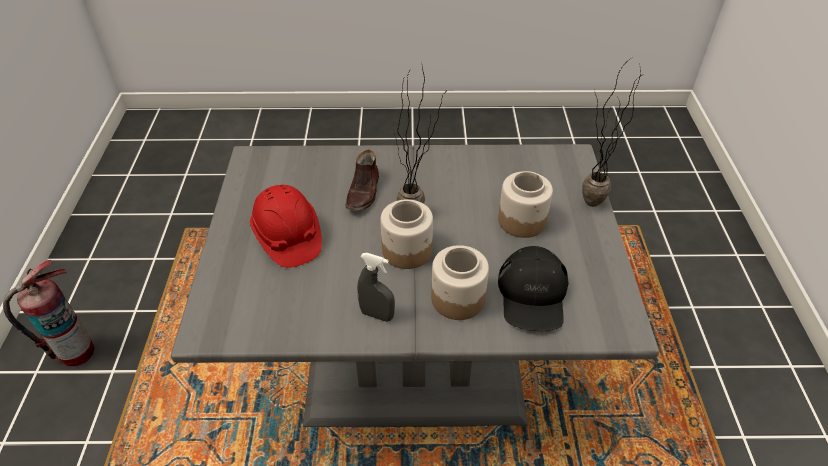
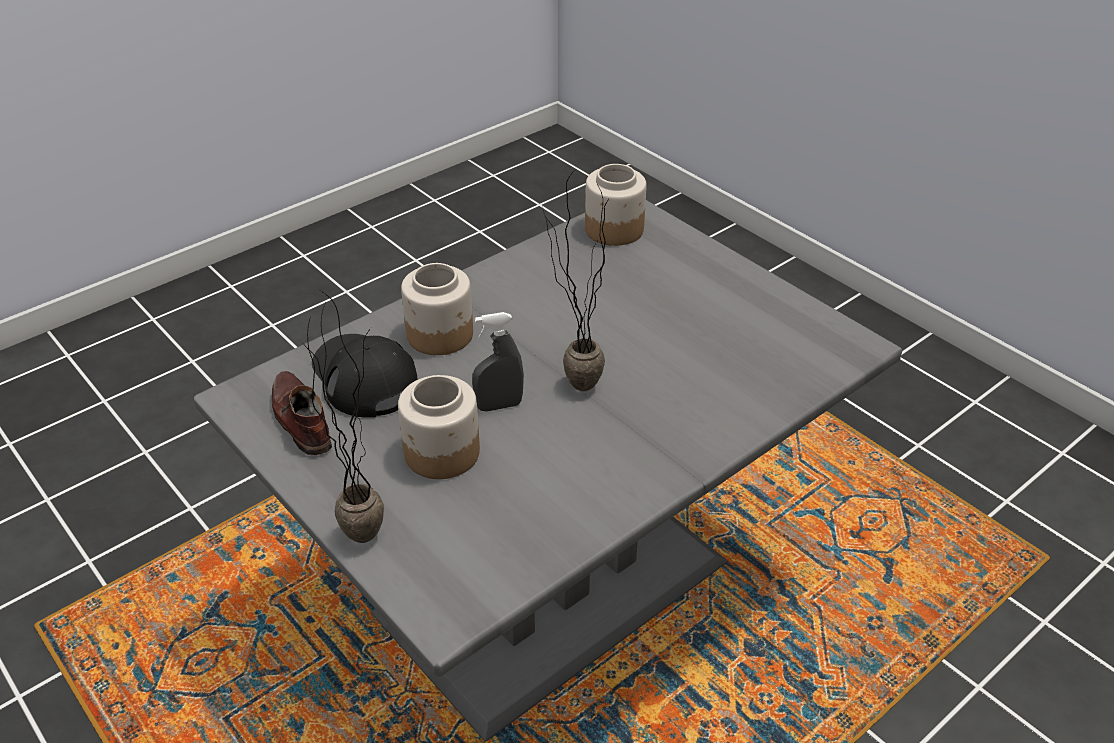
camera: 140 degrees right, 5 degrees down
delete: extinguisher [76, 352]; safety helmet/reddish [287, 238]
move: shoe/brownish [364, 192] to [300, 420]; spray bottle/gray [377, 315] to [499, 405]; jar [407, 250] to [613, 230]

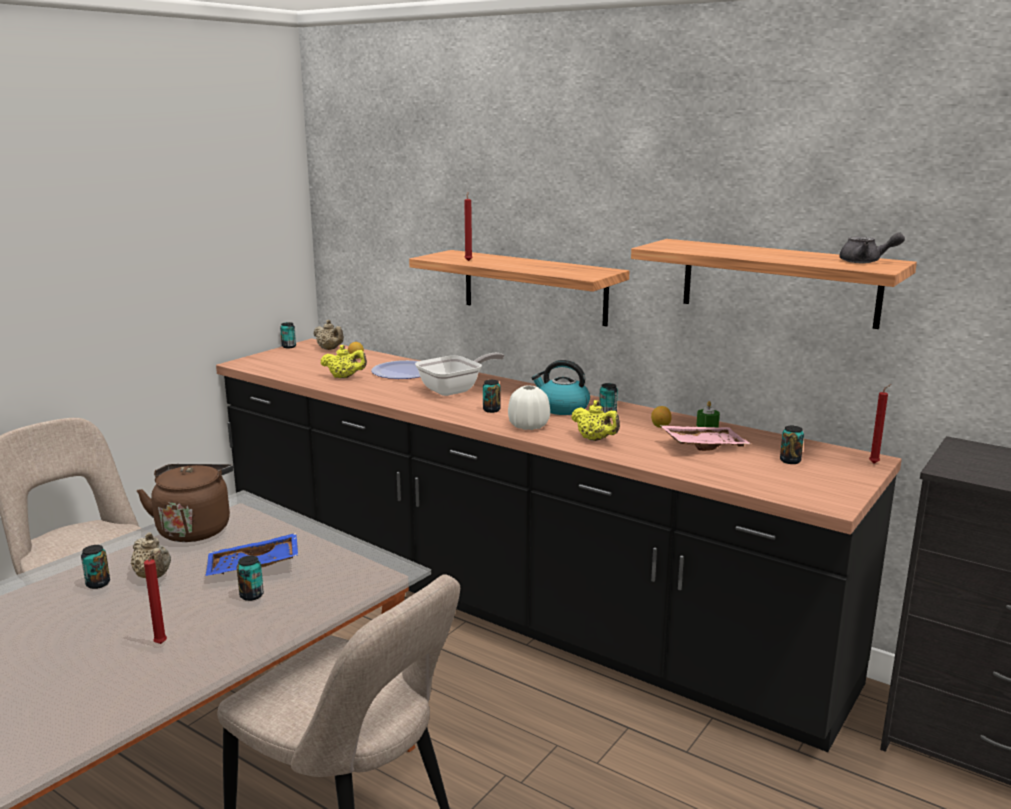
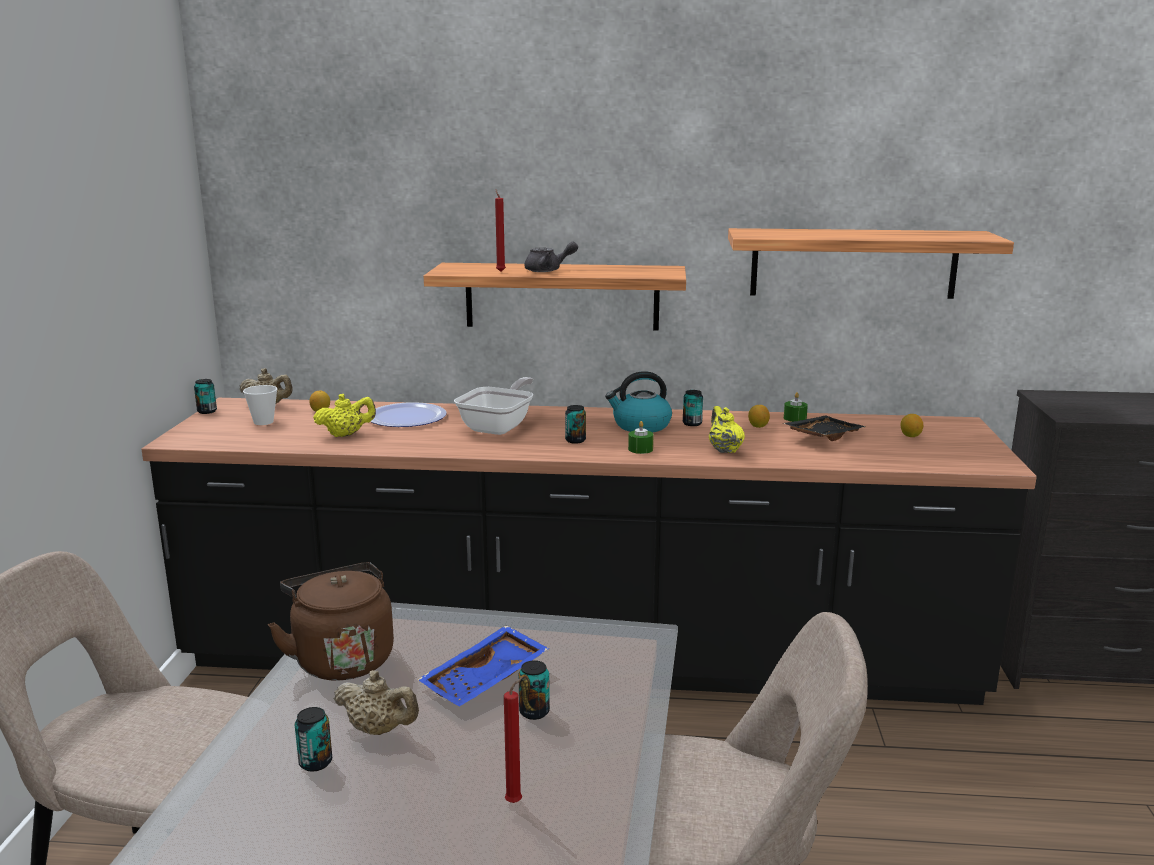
camera: 30 degrees left, 0 degrees up
delete: wax candle/reddish [875, 463]
insert: drinking cup [263, 422]
move: tea pot/gray [866, 262] to [548, 270]
replace: decorative vase/white-coloured [528, 426] to wax candle/green-coloured [640, 449]; metal can [790, 461] to whole lemon [910, 436]
recolor: carrying tray/pink [703, 445] to carrying tray/black-coloured [822, 436]
rotate: tea pot/yellowish [595, 439] = [724, 450] 120 degrees counterclockwise

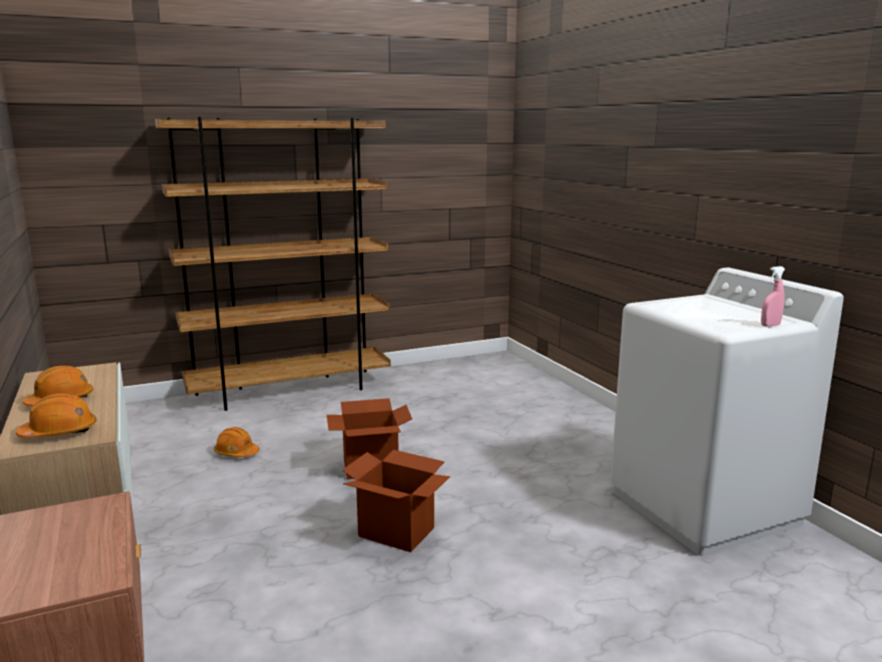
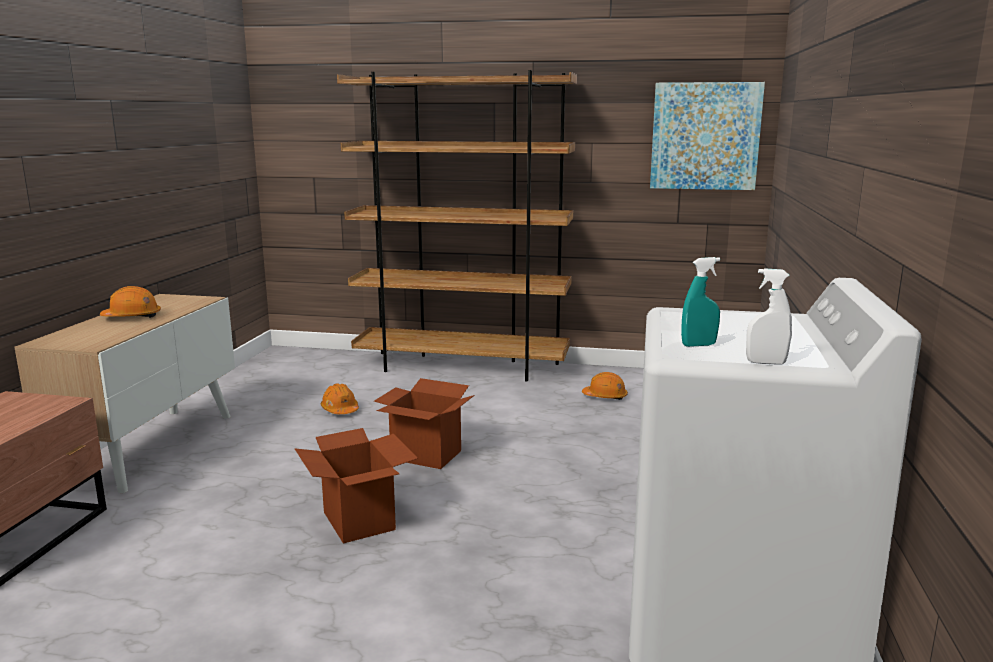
camera: 35 degrees right, 0 degrees up
insert: wall picture [705, 136]; spray bottle/turquoise-coloured [698, 345]
move: safety helmet/orange-coloured [59, 432] to [605, 396]
recolor: spray bottle/pink [770, 325] to spray bottle/white-coloured [766, 363]

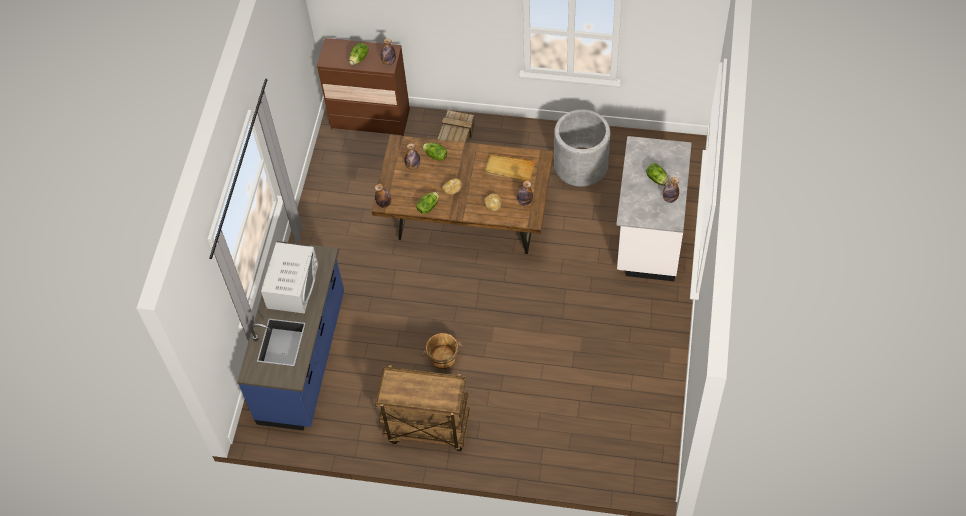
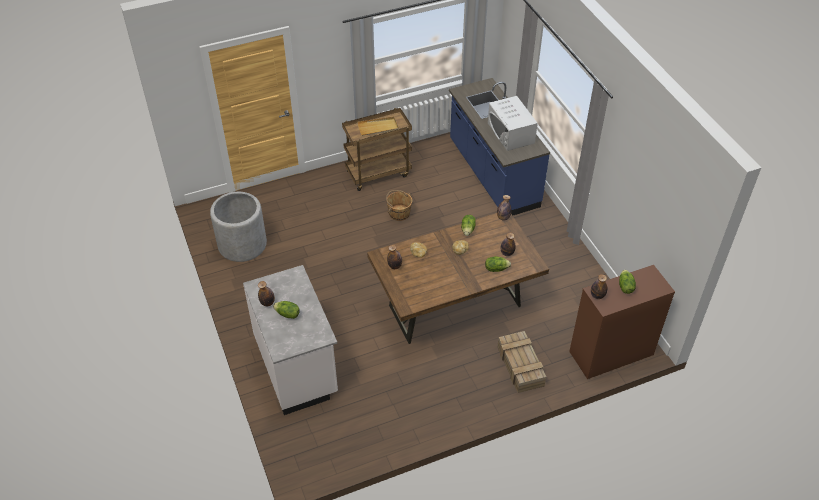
camera: 145 degrees right, 10 degrees down
move: carrying tray/sand-coloured [509, 169] to [378, 127]; planter/gray [581, 165] to [242, 244]

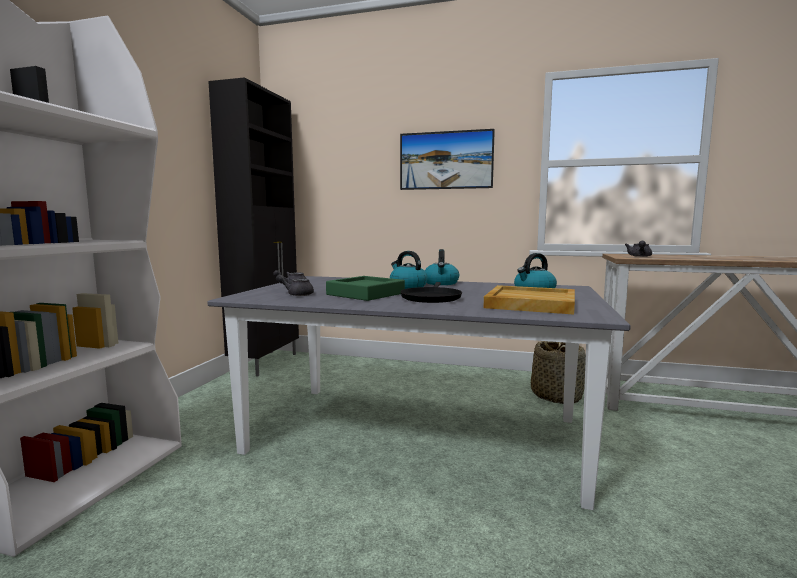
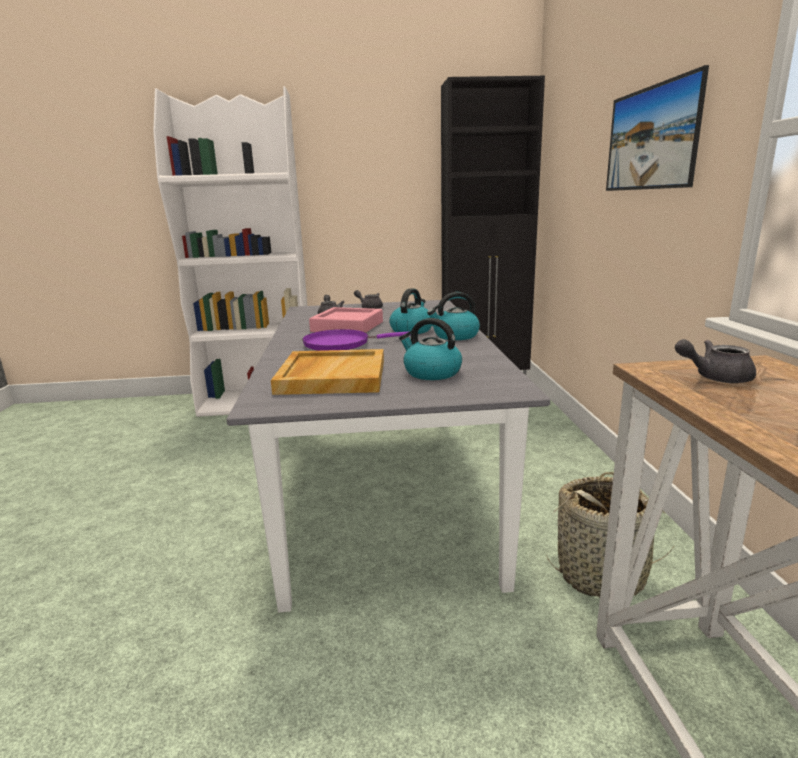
camera: 70 degrees right, 10 degrees up
recolor: carrying tray/green-coloured [365, 294] to carrying tray/pink [347, 327]; skillet/black-coloured [431, 298] to skillet/purplish [341, 344]

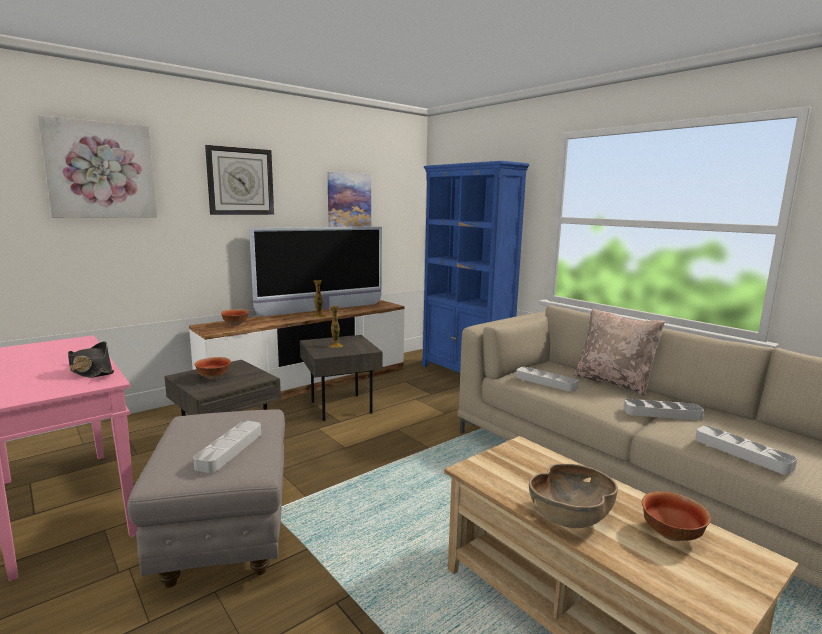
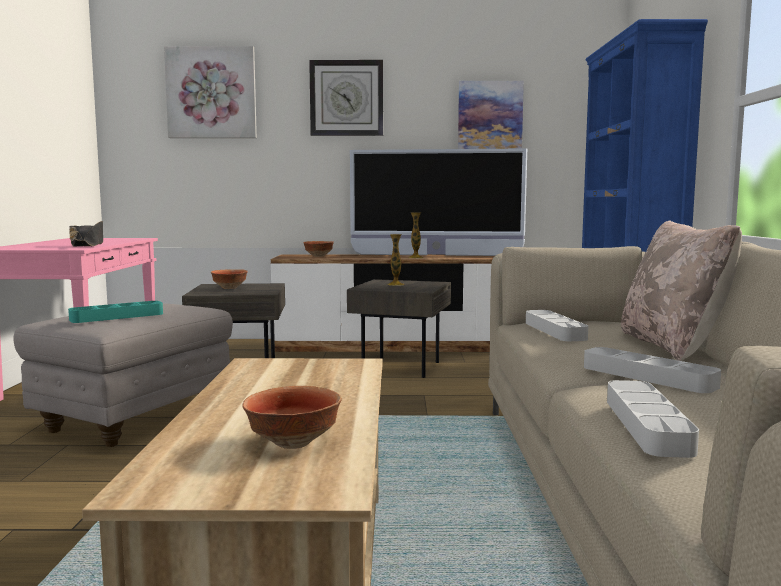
camera: 40 degrees right, 5 degrees down
delete: deep dish/brownish [570, 517]
recolor: carrying tray/gray [230, 449] to carrying tray/turquoise-coloured [117, 317]

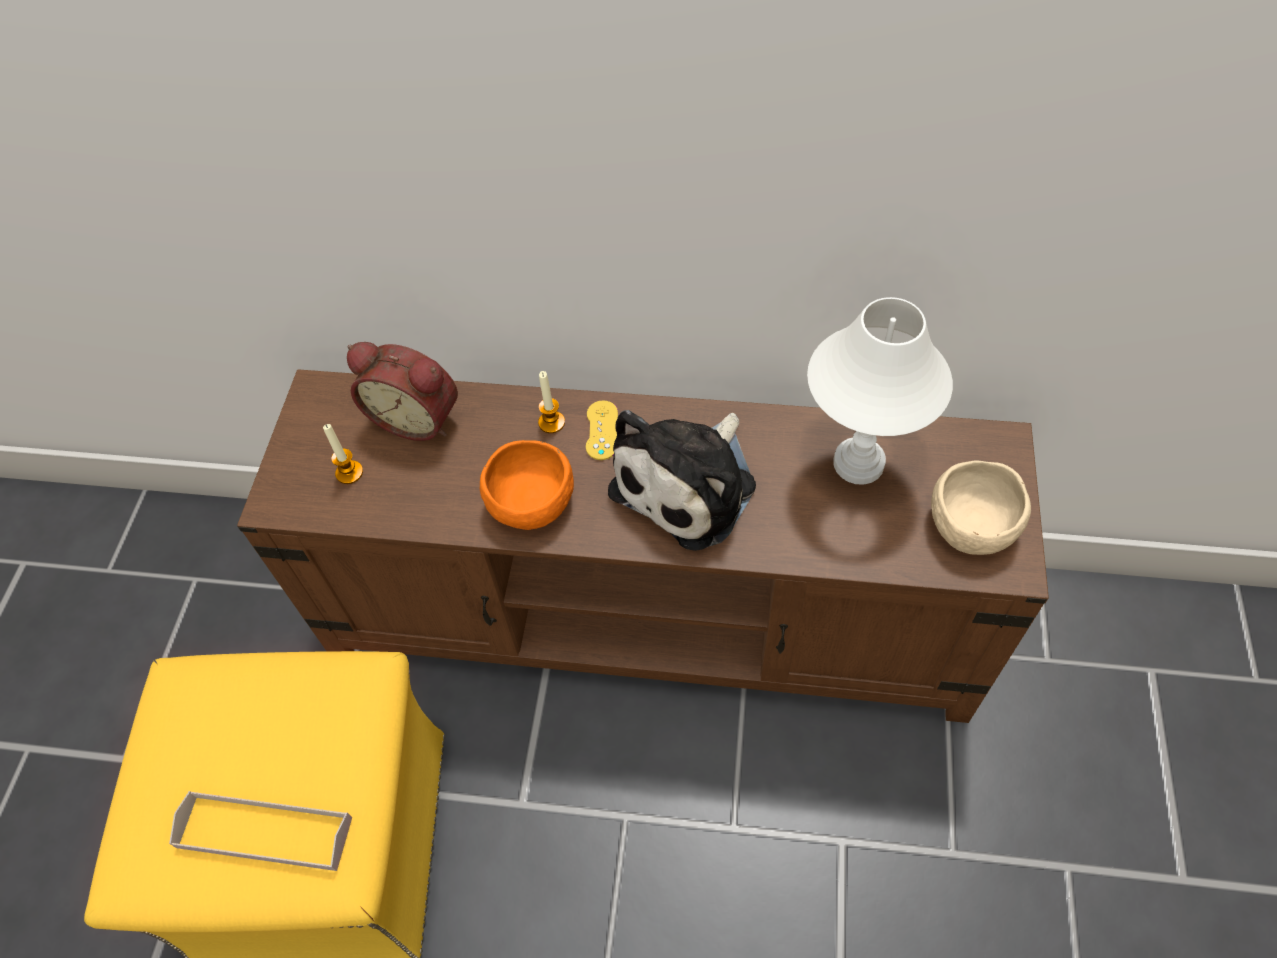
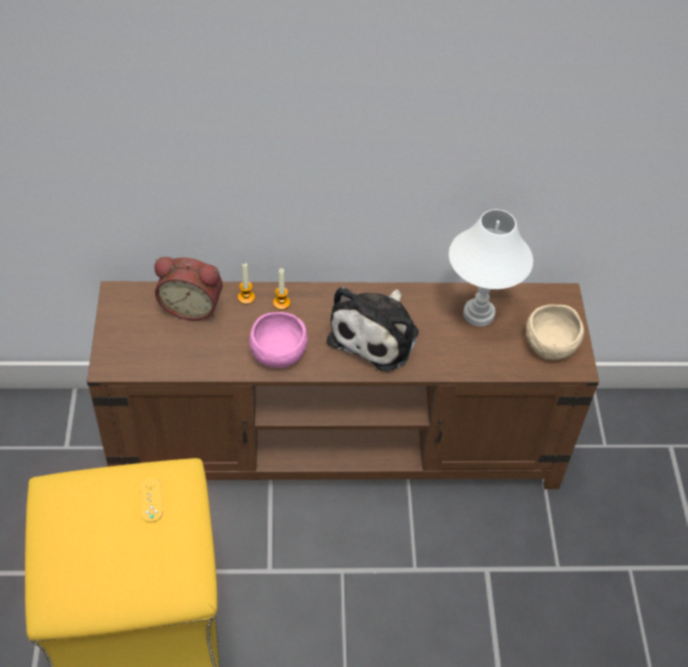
camera: 15 degrees left, 5 degrees down
delete: carrying tray/gray [264, 832]
move: wax candle [349, 472] to [246, 297]; gamepad/yellowish [602, 430] to [151, 500]
recolor: deep dish/orange-coloured [533, 500] to deep dish/pink [279, 351]

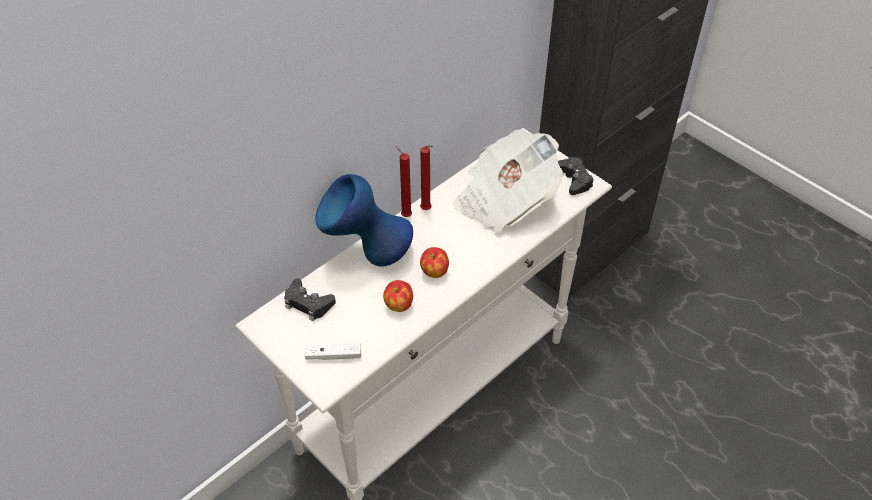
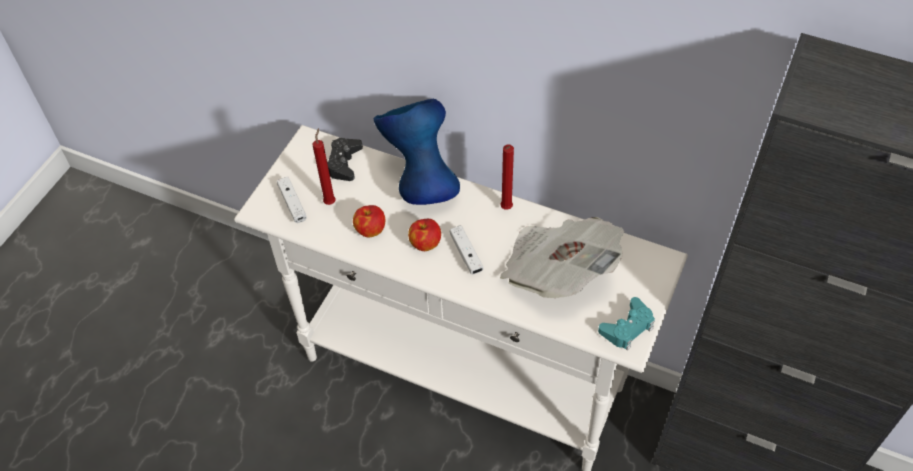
camera: 70 degrees right, 5 degrees up
insert: gamepad/white-coloured [466, 254]
move: wax candle/reddish [405, 215] to [330, 201]
recolor: gamepad/black-coloured [574, 179] to gamepad/turquoise-coloured [627, 328]

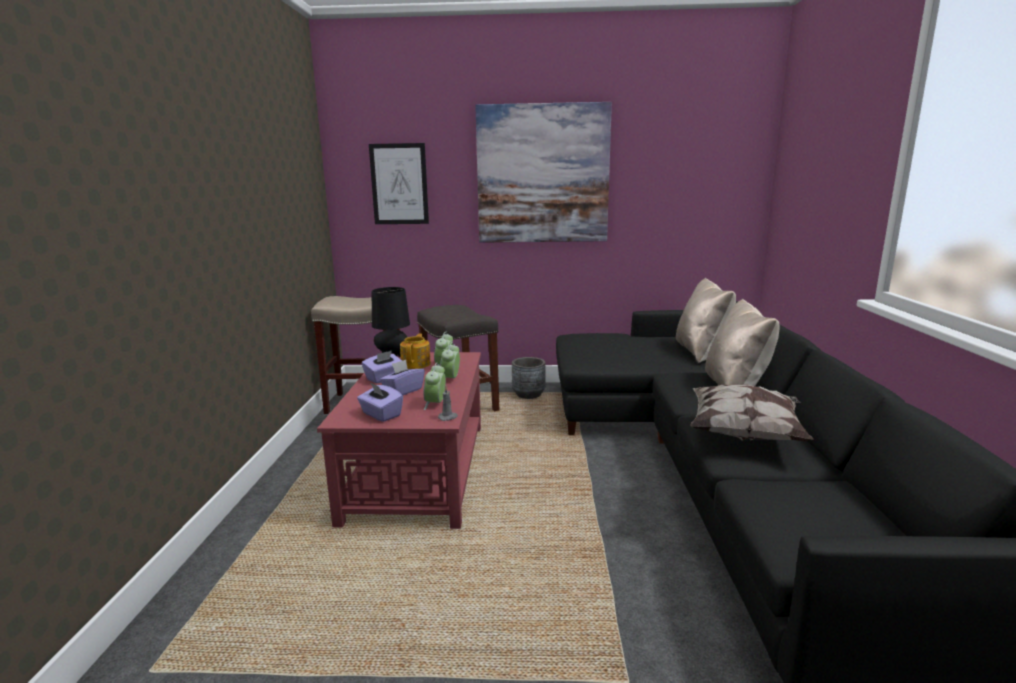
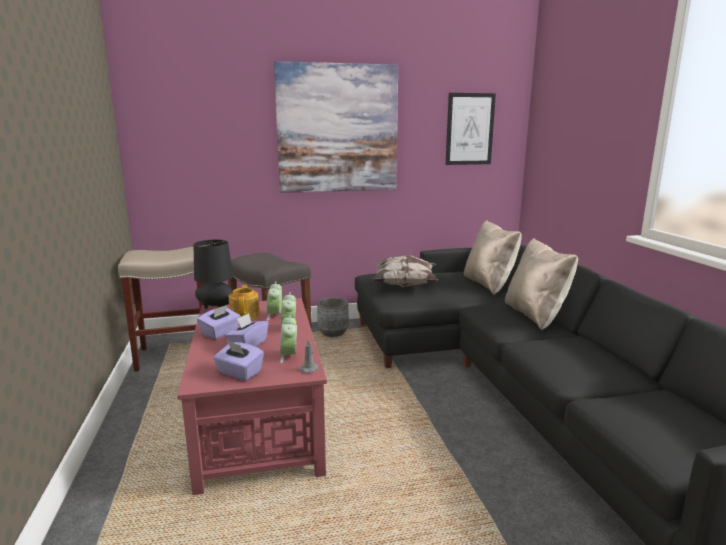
camera: 15 degrees left, 0 degrees up
move: wall picture [399, 184] to [470, 129]; cushion [745, 434] to [405, 285]

